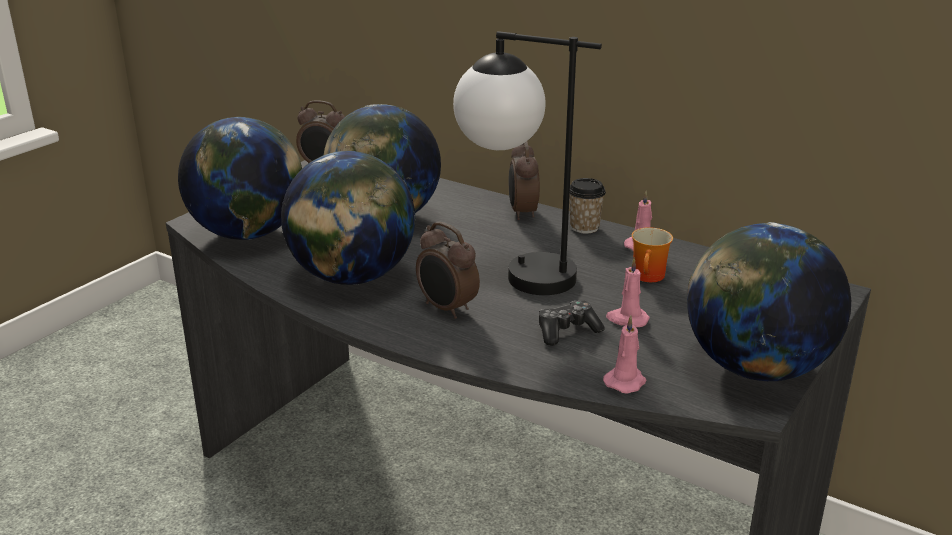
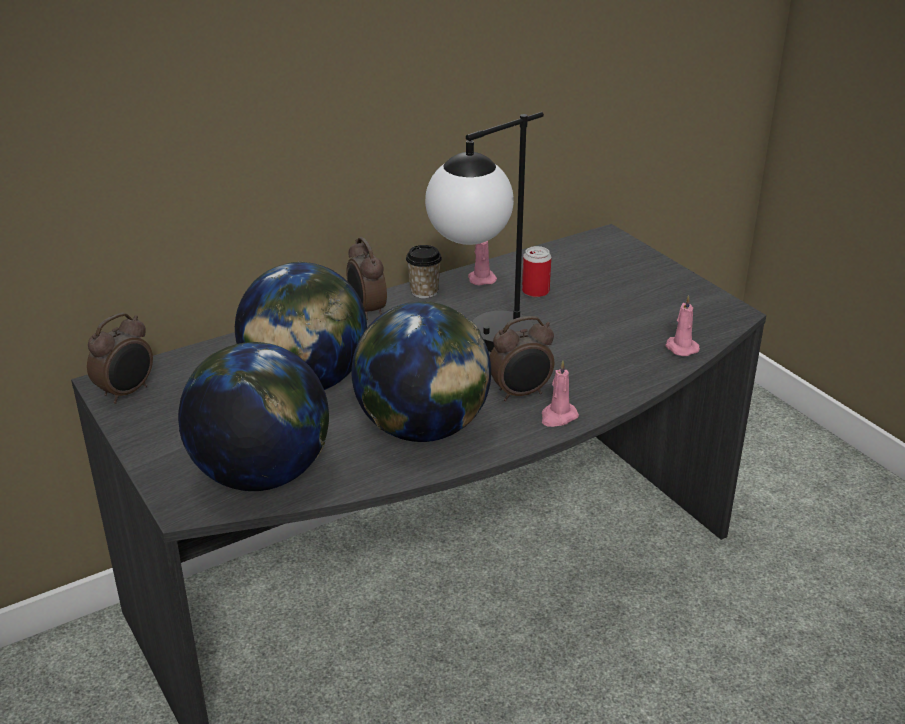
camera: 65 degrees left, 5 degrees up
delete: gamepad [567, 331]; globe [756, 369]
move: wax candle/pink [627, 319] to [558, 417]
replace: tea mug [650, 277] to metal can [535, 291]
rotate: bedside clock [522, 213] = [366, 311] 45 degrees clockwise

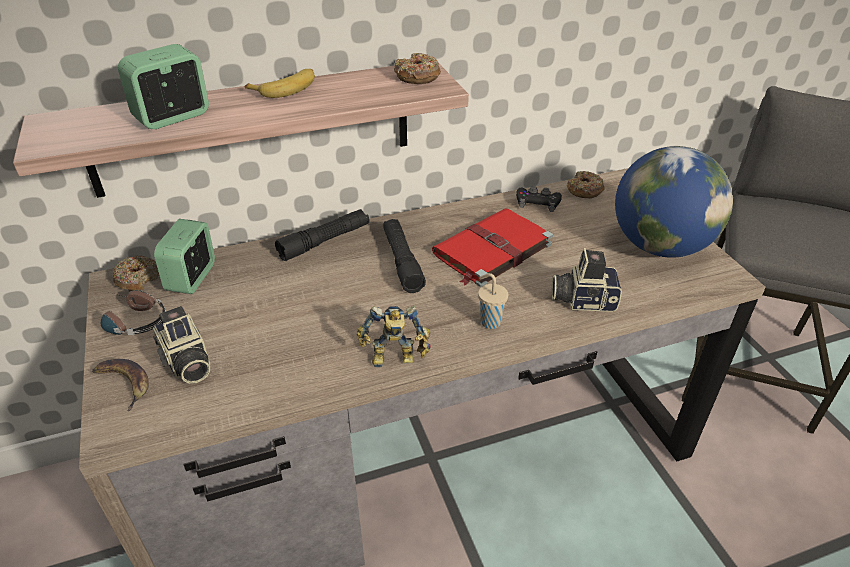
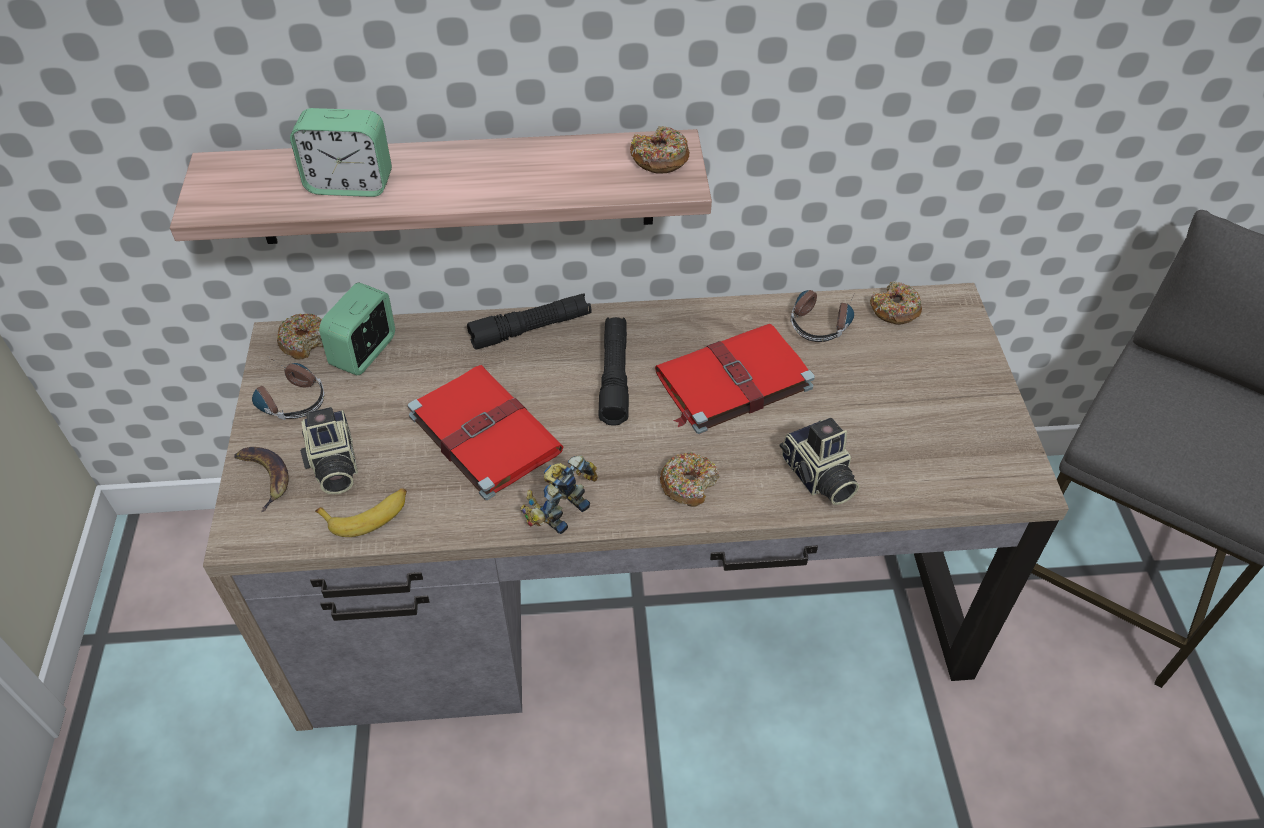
camera: 15 degrees right, 10 degrees up
delete: globe [659, 246]
insert: book/reddish [483, 432]
move: banana fruit [286, 88] to [367, 514]
replace: drinking cup/sand-coloured [489, 321] to donut [689, 484]; gamepad/black-coloured [537, 203] to headphones [822, 319]
rotate: bedside clock [173, 117] = [350, 184] 150 degrees counterclockwise; toy robot [395, 359] = [560, 510] 120 degrees clockwise; photo camera [583, 299] = [817, 477] 135 degrees counterclockwise

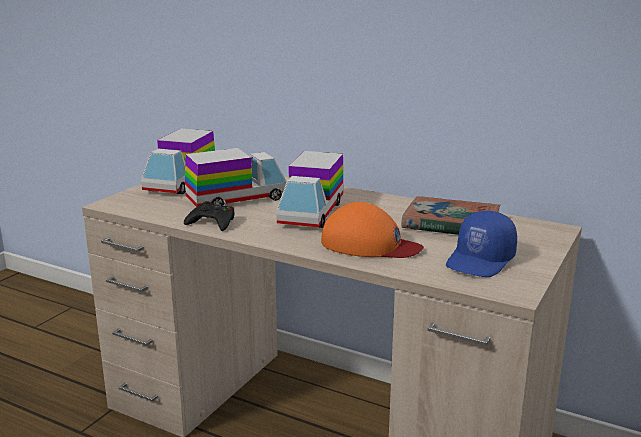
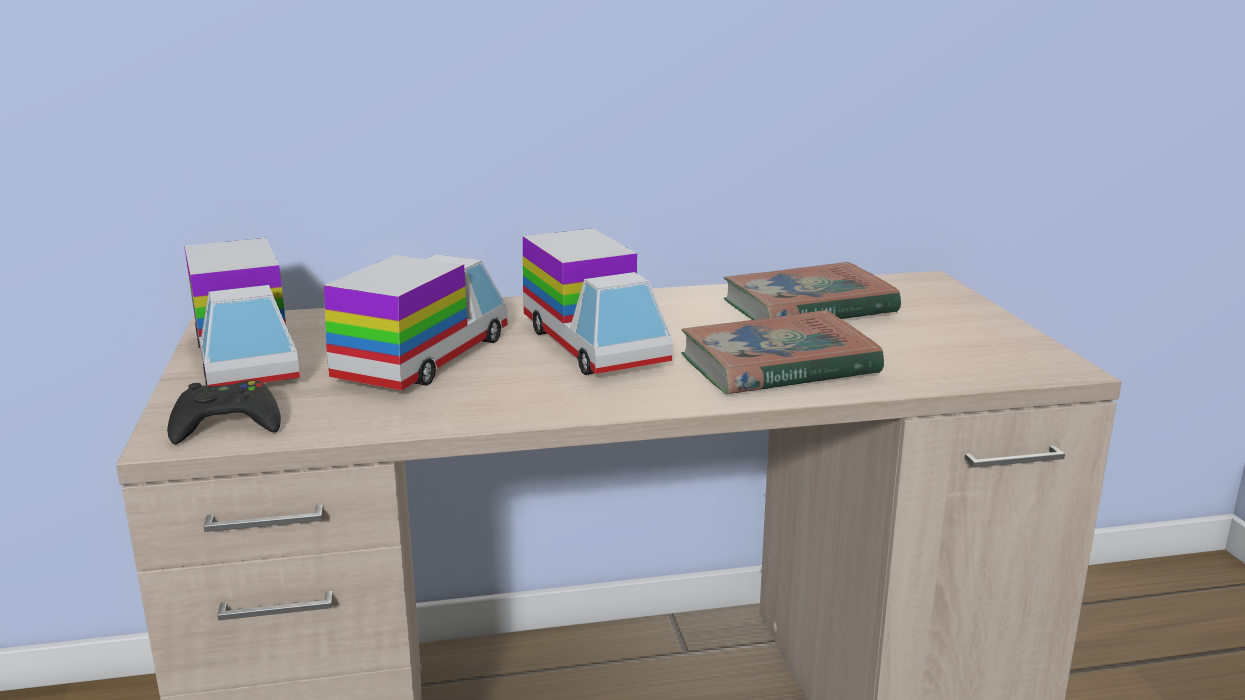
camera: 40 degrees left, 0 degrees up
delete: cap/blue-coloured [481, 261]
move: gamepad/black-coloured [212, 222] to [227, 424]
replace: cap/orange-coloured [369, 245] to book [778, 365]

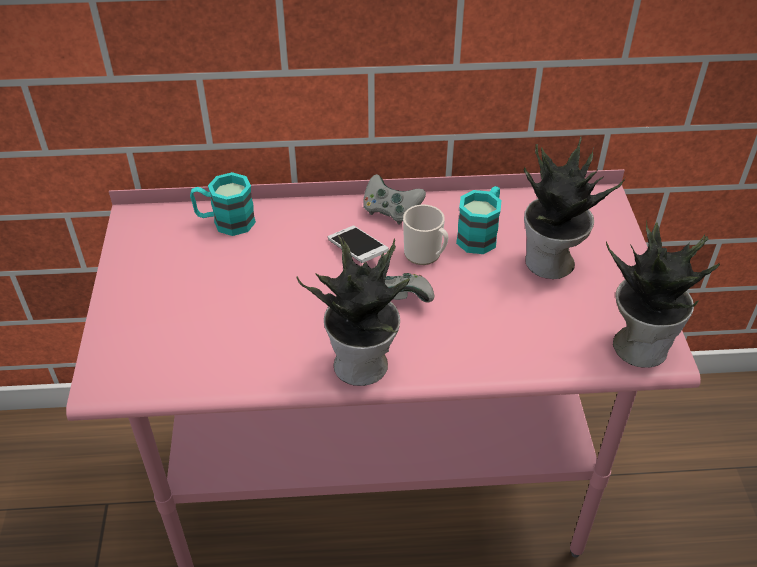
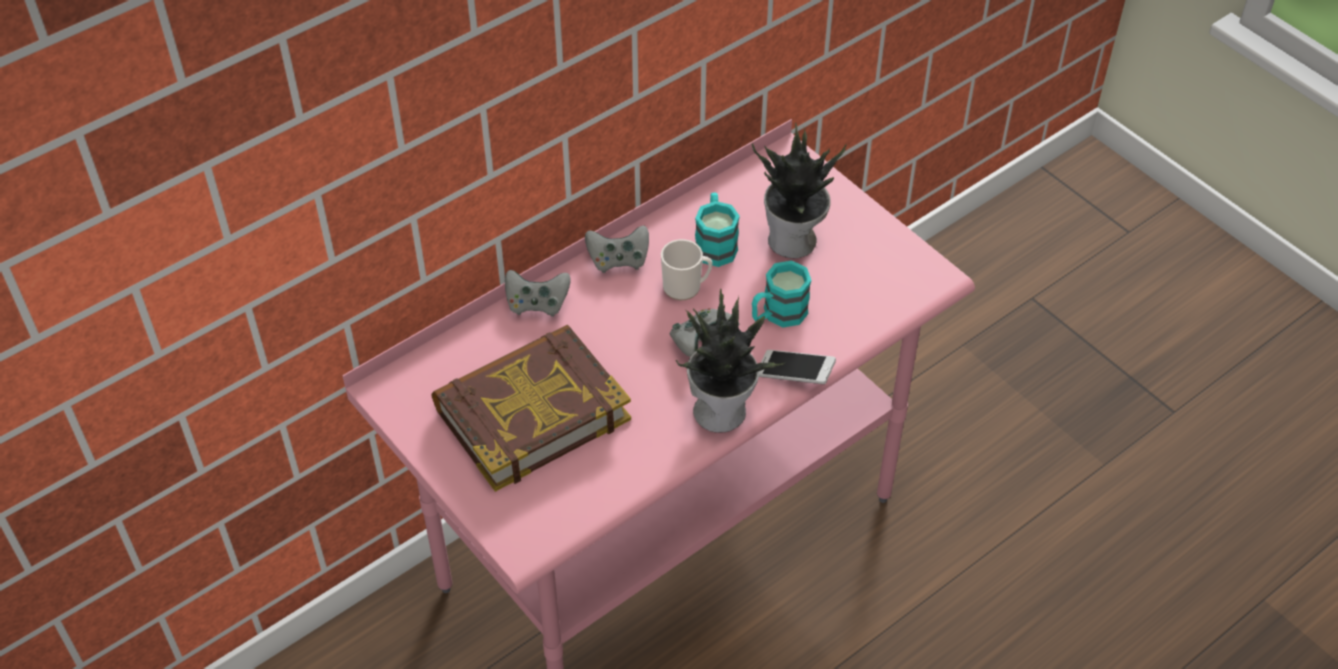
camera: 35 degrees left, 5 degrees up
delete: potted plant [640, 345]
insert: book [531, 413]; gamepad/gray [537, 304]
move: tea mug/turquoise-coloured [225, 222] to [777, 315]; handset [357, 252] to [795, 374]

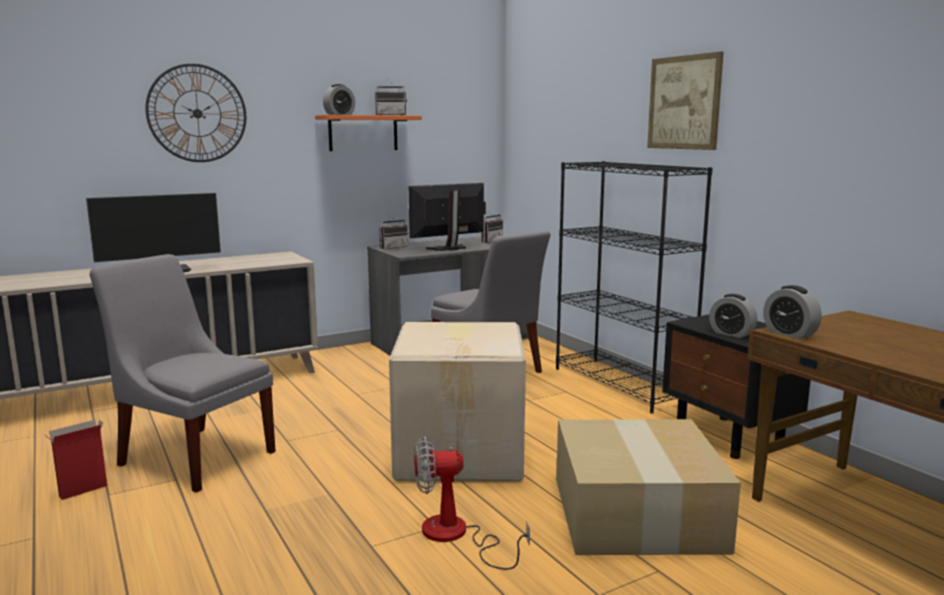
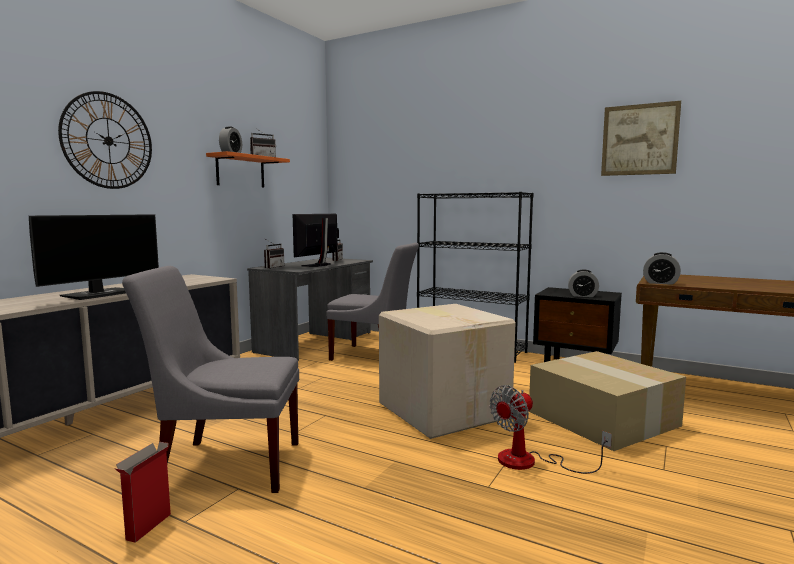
camera: 30 degrees left, 5 degrees down
move: wall picture [684, 102] to [639, 140]

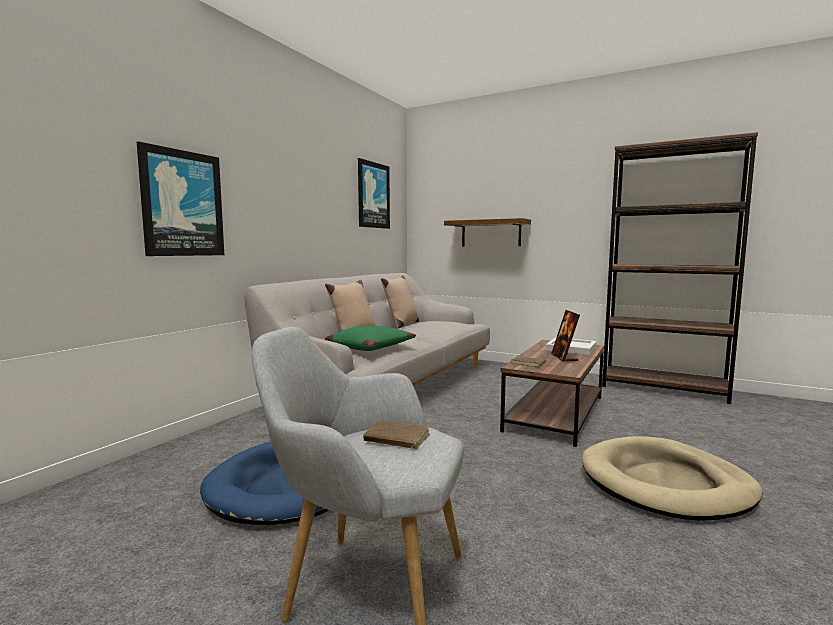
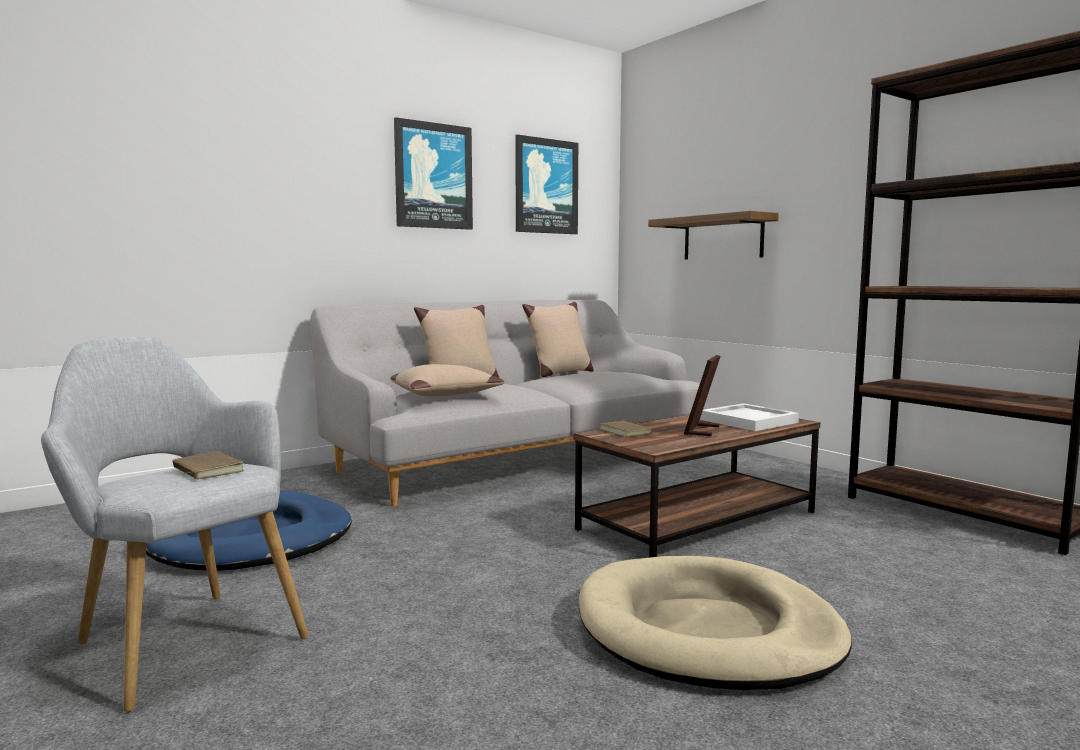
camera: 25 degrees right, 0 degrees up
move: wall picture [182, 203] to [433, 176]
recolor: cushion/green-coloured [370, 347] to cushion/sand-coloured [445, 394]

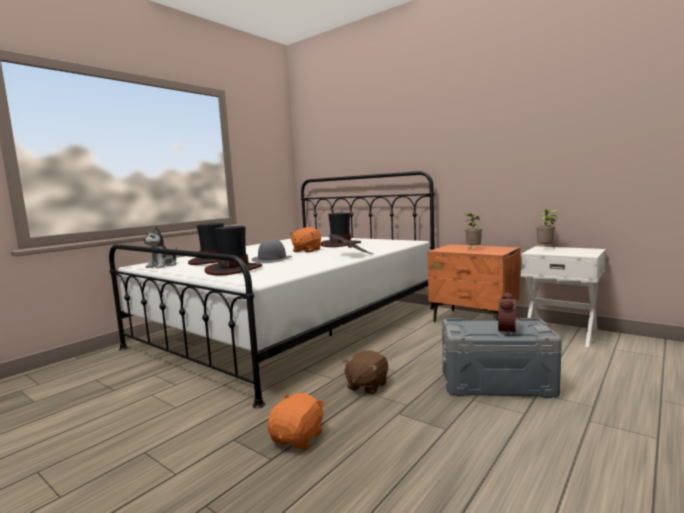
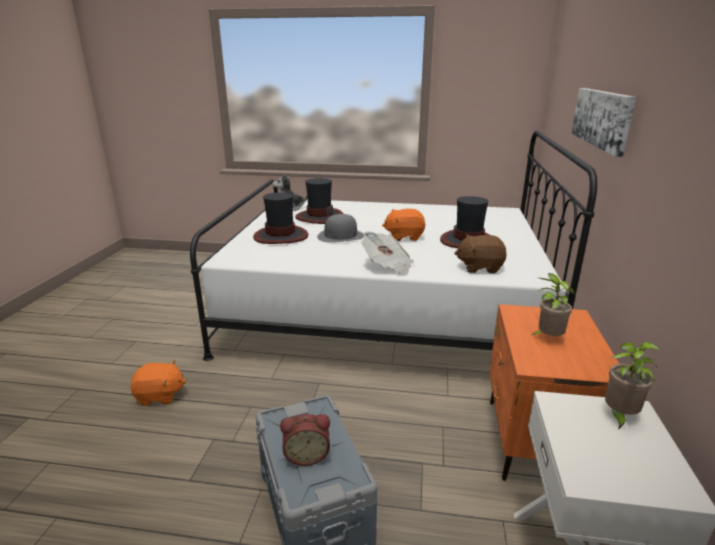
camera: 60 degrees right, 15 degrees up
insert: wall picture [602, 118]
move: cuddly toy/brownish [366, 386] to [479, 267]

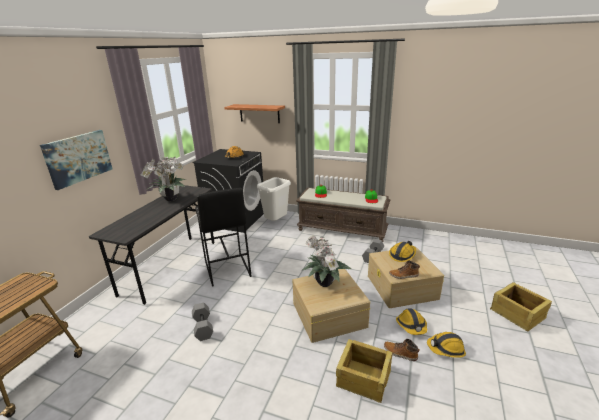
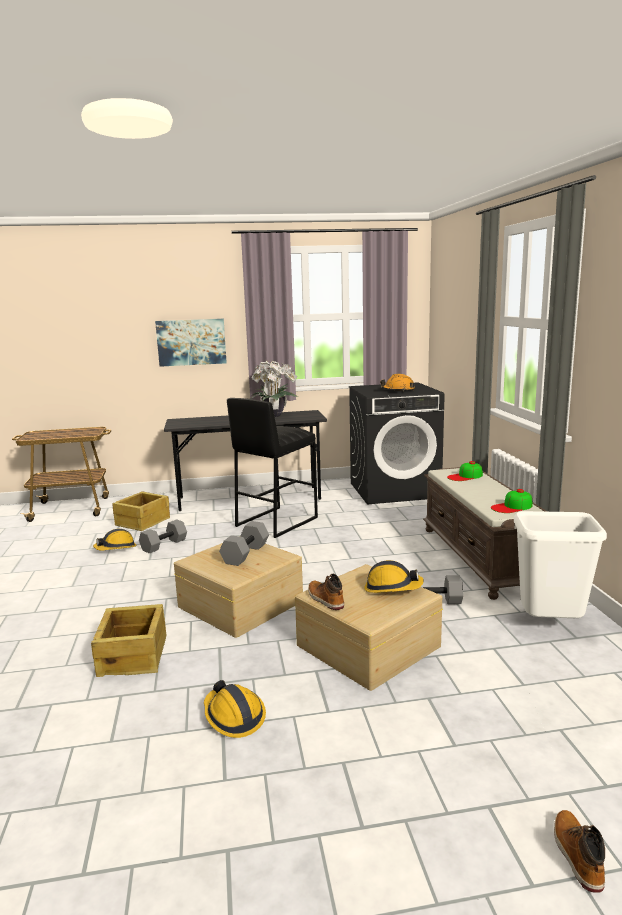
camera: 60 degrees right, 10 degrees down
delete: shelf [259, 113]
move: waste bin/white-coloured [276, 222] to [551, 626]; high-top boot [400, 353] to [577, 855]; safety helmet [411, 326] to [116, 548]; shipping crate [517, 314] to [142, 521]
replace: potted plant [325, 284] to free weight/gray [245, 553]

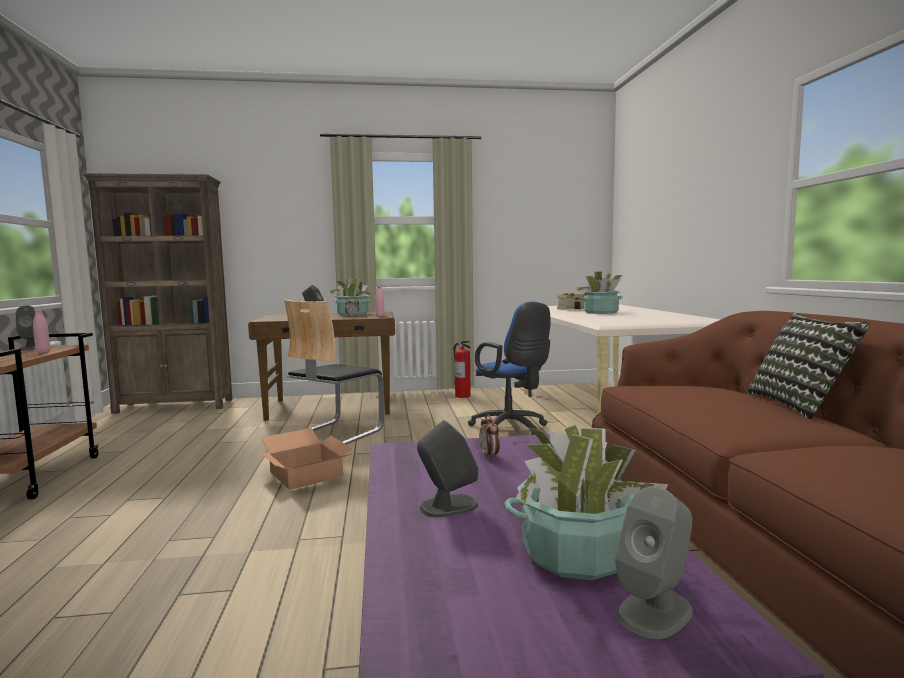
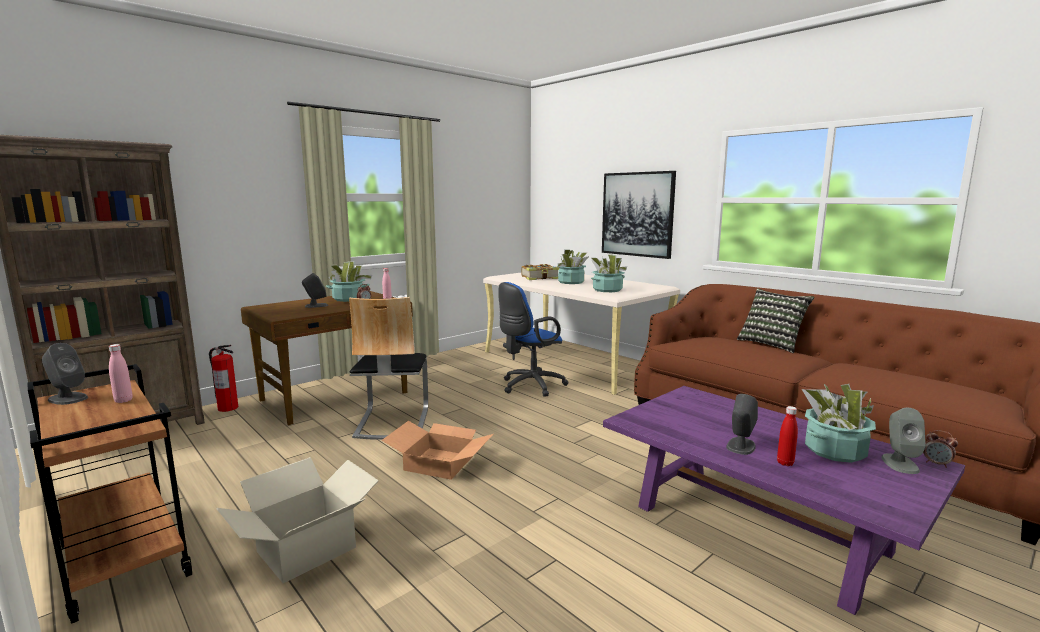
camera: 35 degrees left, 5 degrees up
insert: cardboard box [306, 549]; potted plant [607, 290]; wall picture [637, 214]; bottle/reddish [785, 463]
move: extinguisher [462, 395] to [227, 408]; bedside clock [489, 456] to [937, 464]
rotate: office chair/blue-coloured [512, 430] = [529, 386] 120 degrees clockwise

